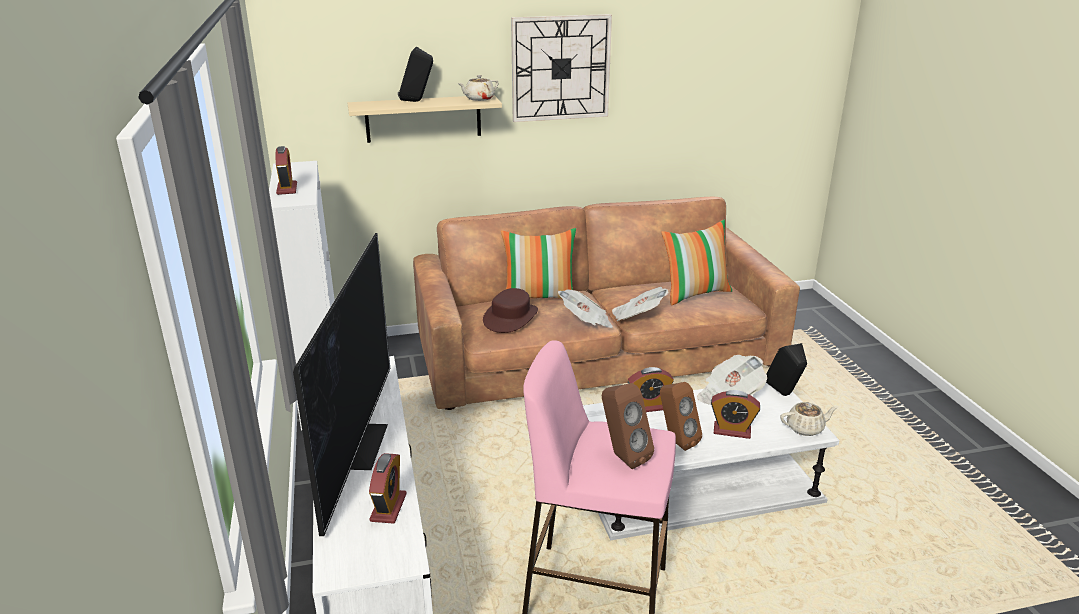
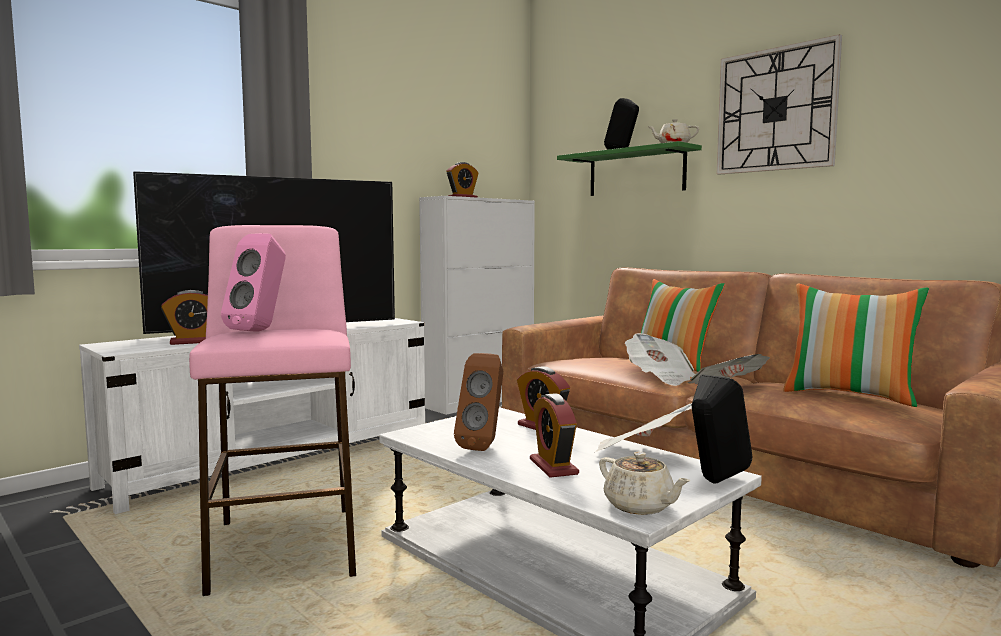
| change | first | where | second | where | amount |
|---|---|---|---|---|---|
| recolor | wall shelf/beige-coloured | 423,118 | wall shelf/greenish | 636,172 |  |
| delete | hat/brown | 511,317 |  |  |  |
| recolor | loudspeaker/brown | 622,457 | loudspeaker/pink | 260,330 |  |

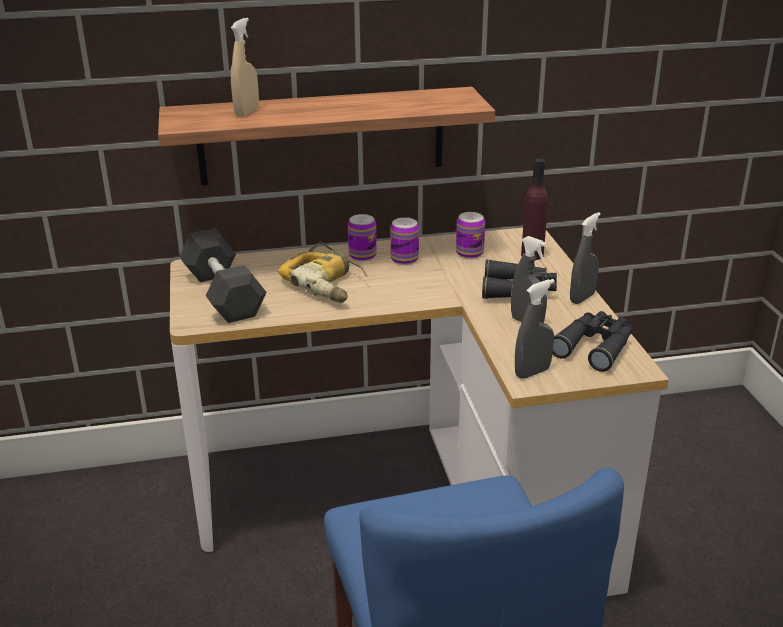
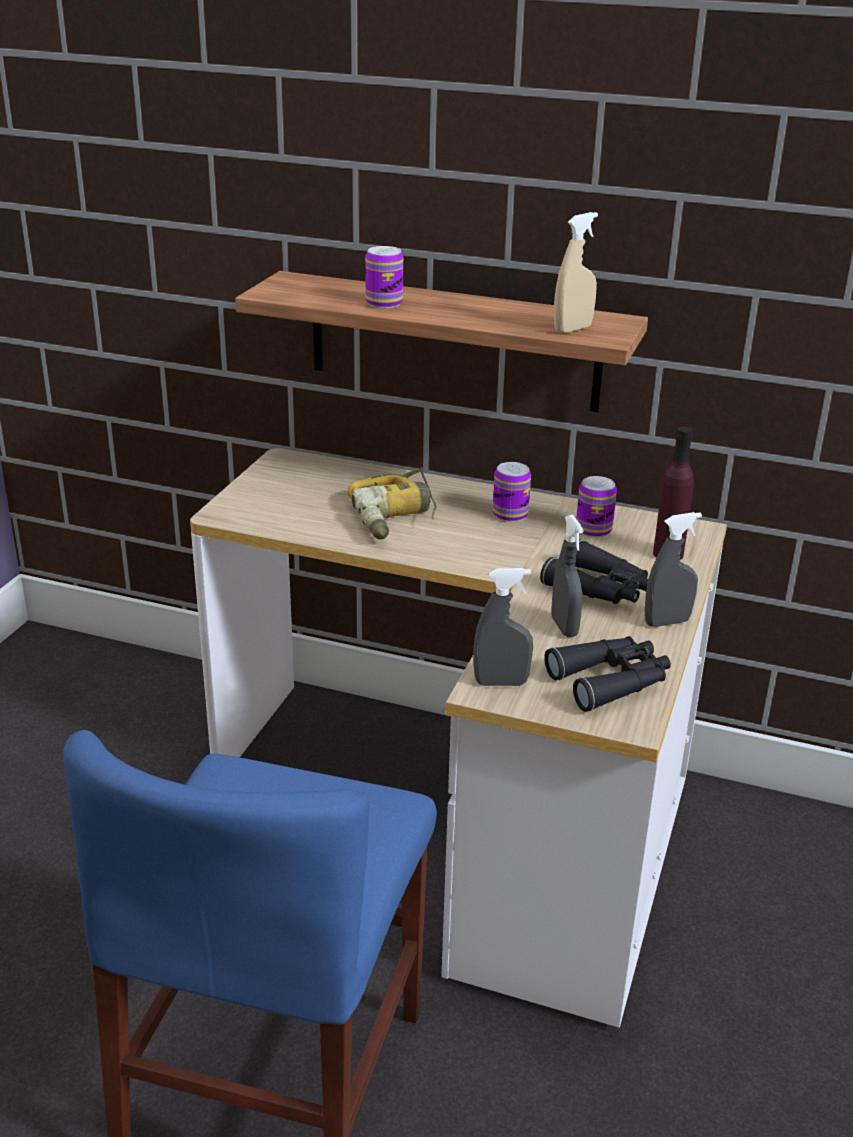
| change | first | where | second | where | amount |
|---|---|---|---|---|---|
| delete | hand weight/grey | 223,294 |  |  |  |
| move | sprayer/beige-coloured | 247,112 |  | 572,329 |  |
| move | metal can | 362,255 |  | 384,303 |  |

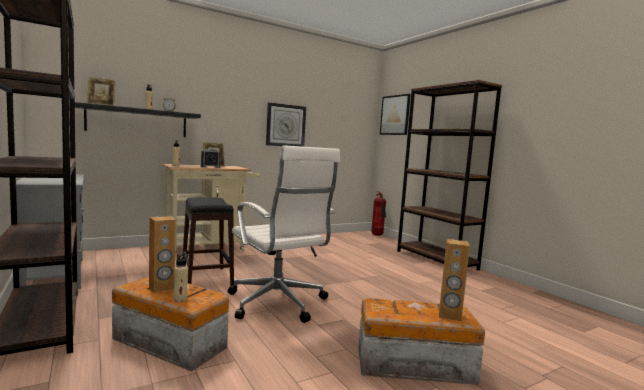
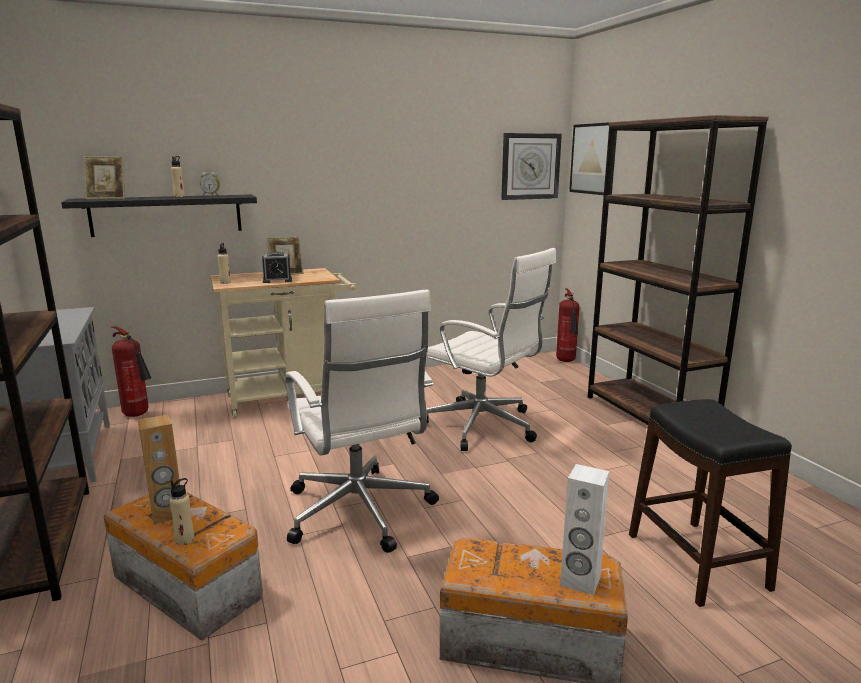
| change | first | where | second | where | amount |
|---|---|---|---|---|---|
| move | stool/blackish | 206,279 |  | 696,561 |  |
| move | wall clock | 285,125 |  | 530,166 |  |
| recolor | loudspeaker/brown | 449,315 | loudspeaker/white-coloured | 580,581 |  |
| insert |  |  | extinguisher | 138,415 |  |
| insert |  |  | desk chair/white-coloured | 484,427 |  |

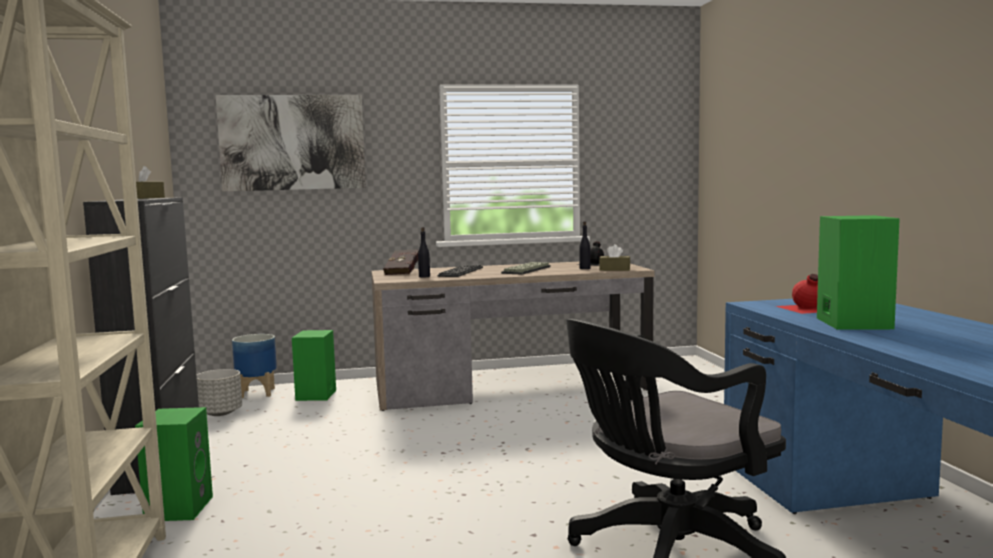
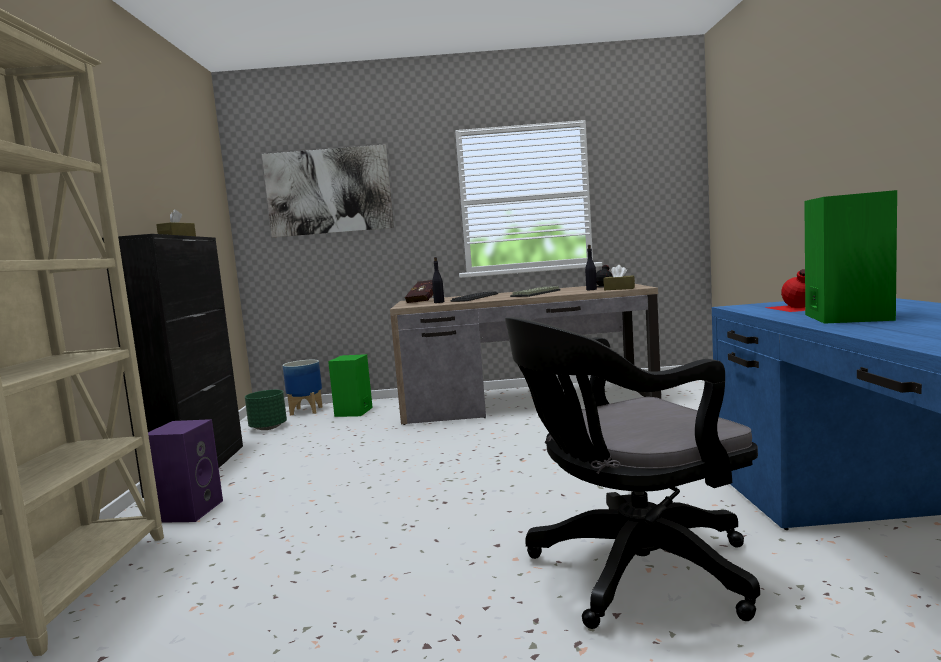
| change | first | where | second | where | amount |
|---|---|---|---|---|---|
| recolor | loudspeaker/greenish | 178,508 | loudspeaker/purple | 189,510 |  |
| recolor | plant pot/grey | 220,413 | plant pot/greenish | 268,428 |  |

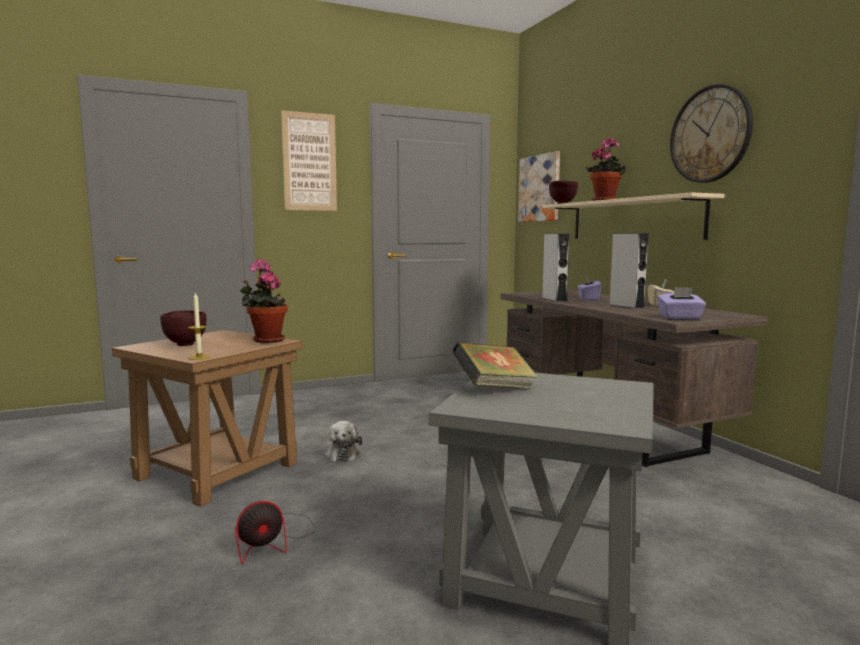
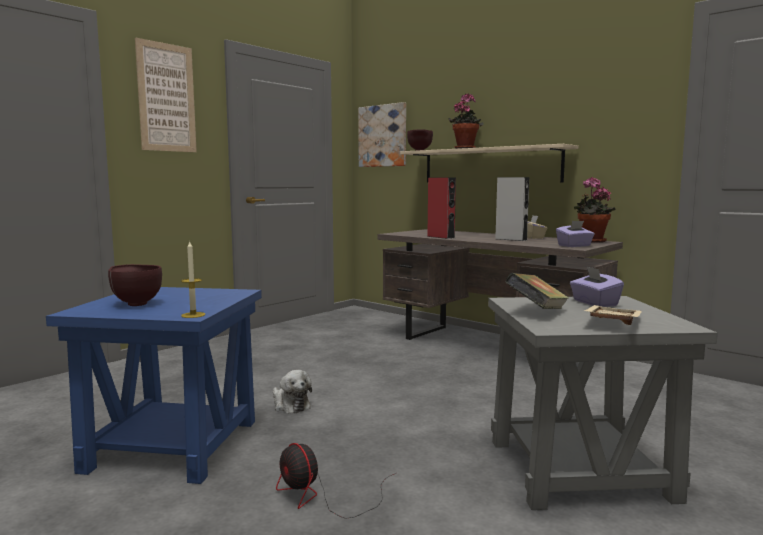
| change | first | where | second | where | amount |
|---|---|---|---|---|---|
| recolor | side table/brown | 217,470 | side table/bluish | 173,444 |  |
| rotate | cooling fan | 273,541 |  | 322,497 | 105 degrees clockwise |
| move | potted plant | 266,340 |  | 591,241 |  |
| recolor | loudspeaker/grey | 554,299 | loudspeaker/reddish | 440,237 |  |
| move | box of tissues/purple | 588,299 |  | 594,303 |  |
| delete | wall clock | 710,134 |  |  |  |
| insert |  |  | carrying tray/beige-coloured | 611,322 |  |

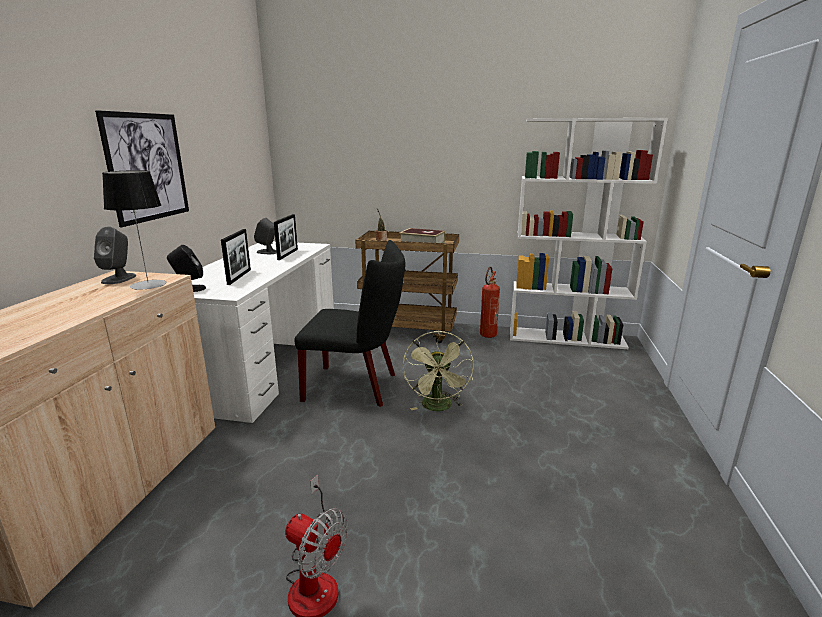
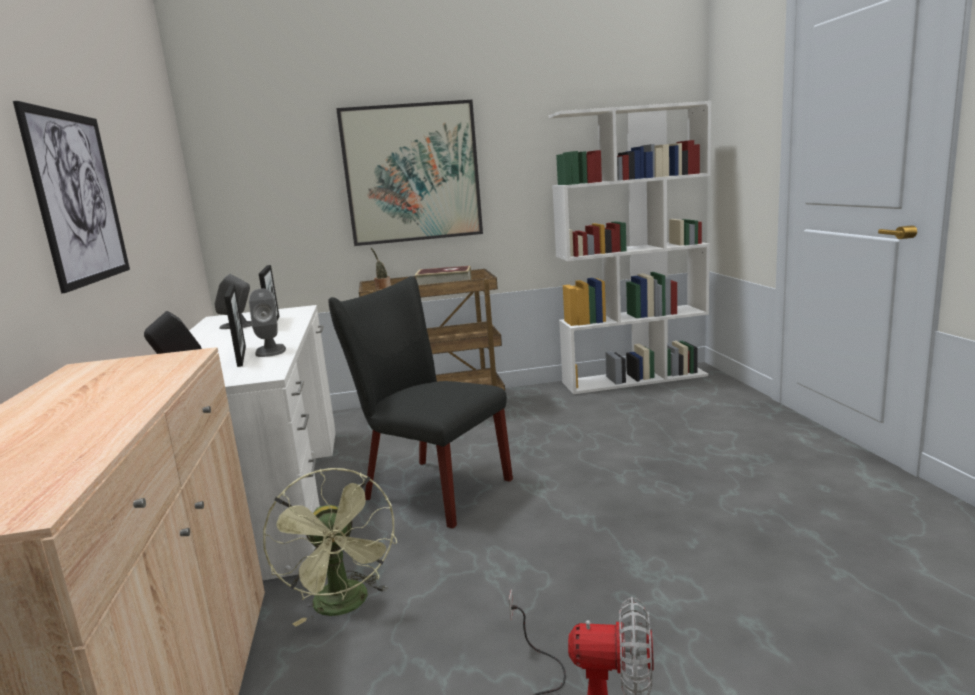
| change | first | where | second | where | amount |
|---|---|---|---|---|---|
| move | loudspeaker/grey | 119,279 |  | 270,351 |  |
| delete | lamp for a table | 148,285 |  |  |  |
| rotate | upright chair/blackish | 357,386 |  | 429,488 | 135 degrees counterclockwise |
| move | cooling fan/greenish | 438,407 |  | 345,606 |  |
| delete | extinguisher | 487,336 |  |  |  |
| insert |  |  | wall picture | 412,173 |  |

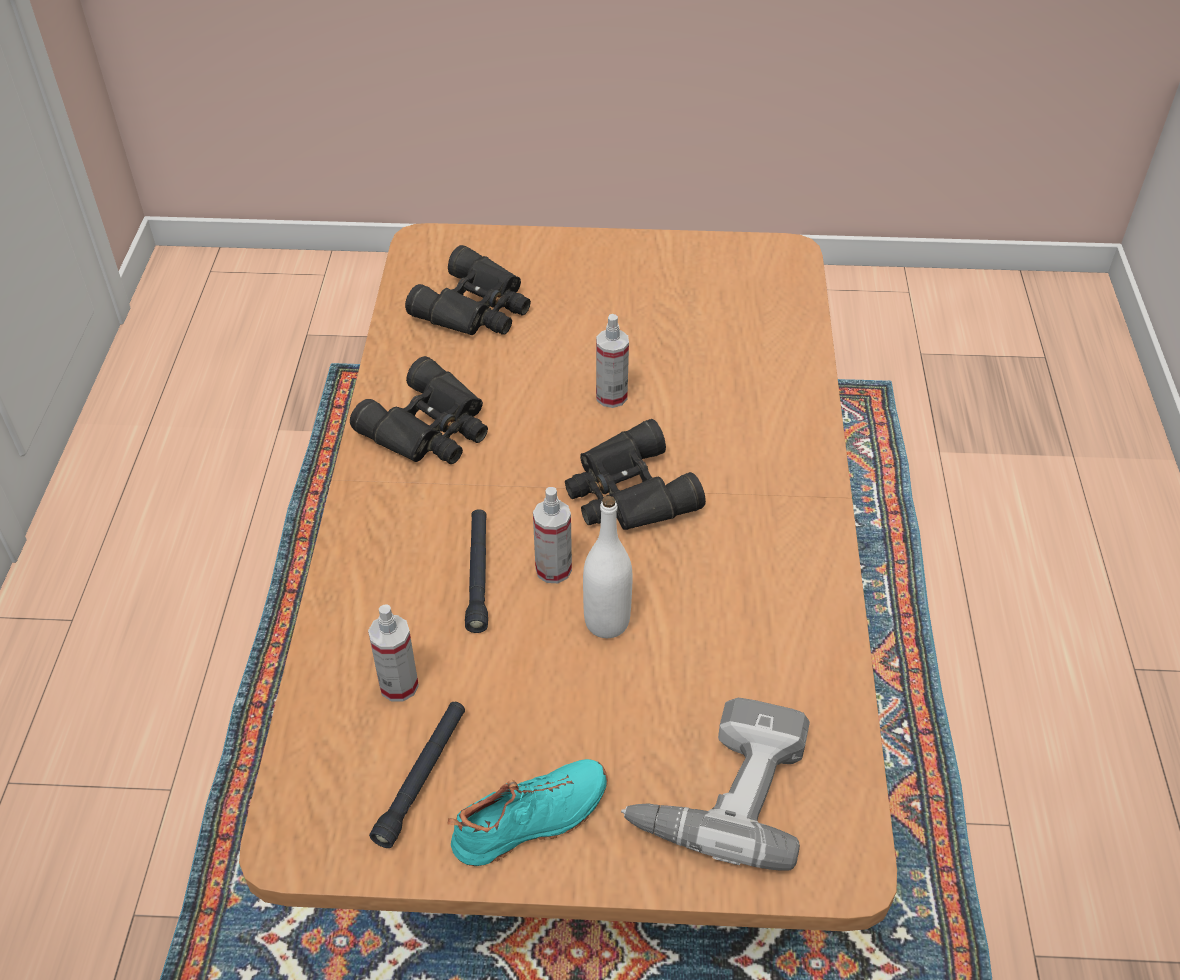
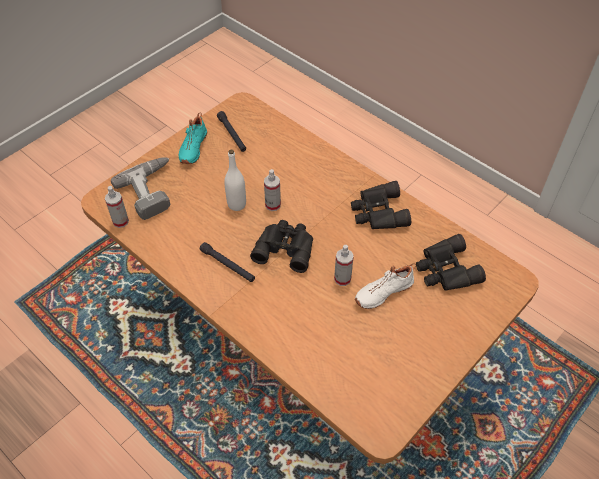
| change | first | where | second | where | amount |
|---|---|---|---|---|---|
| move | sprayer | 399,685 |  | 120,221 |  |
| move | hand torch/blackish | 478,574 |  | 228,265 |  |
| insert |  |  | low shoe/white-coloured | 383,291 |  |

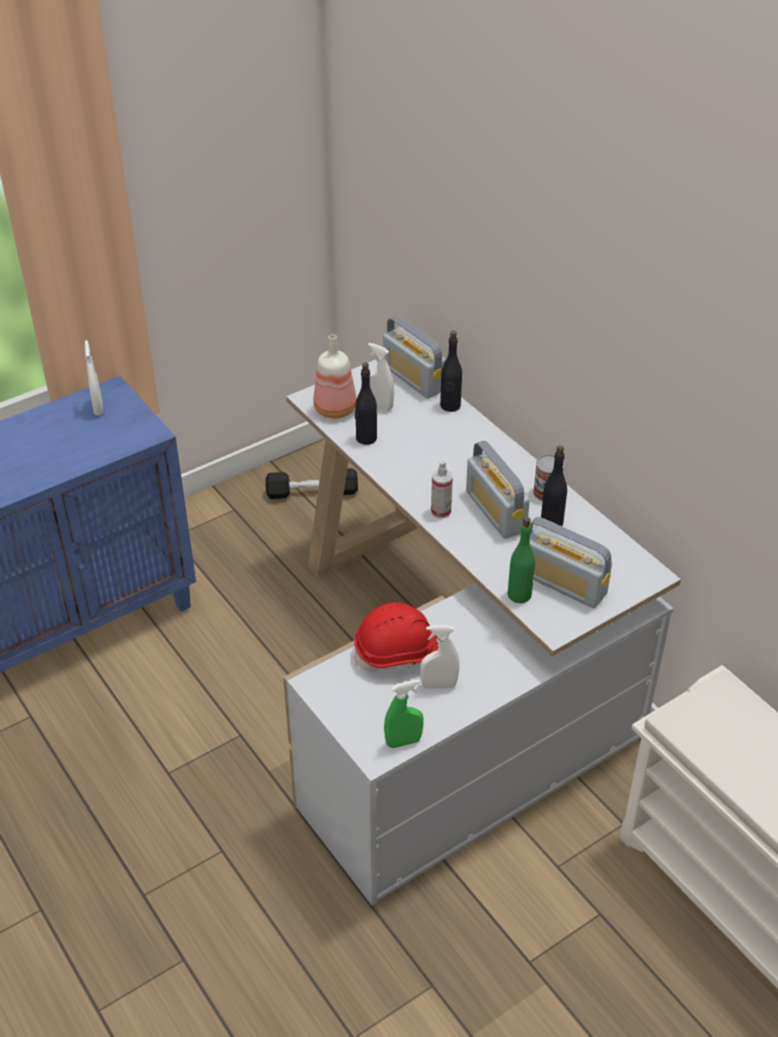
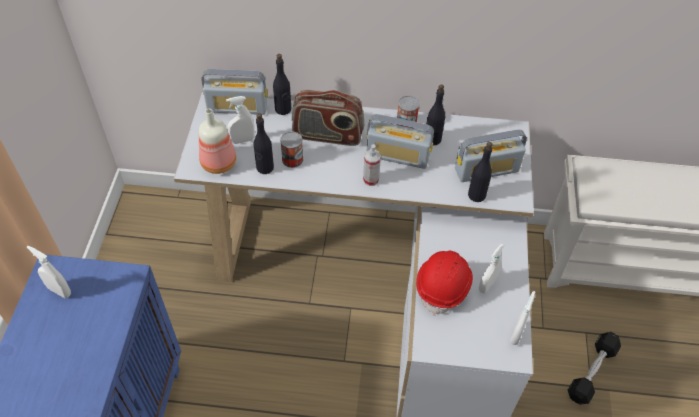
| change | first | where | second | where | amount |
|---|---|---|---|---|---|
| move | hand weight/blackish | 312,492 |  | 592,372 |  |
| recolor | sprayer/greenish | 403,742 | sprayer/white-coloured | 516,334 |  |
| recolor | beverage bottle/greenish | 519,594 | beverage bottle/blackish | 476,195 |  |
| insert |  |  | metal can | 292,159 |  |
| insert |  |  | radio | 327,135 |  |

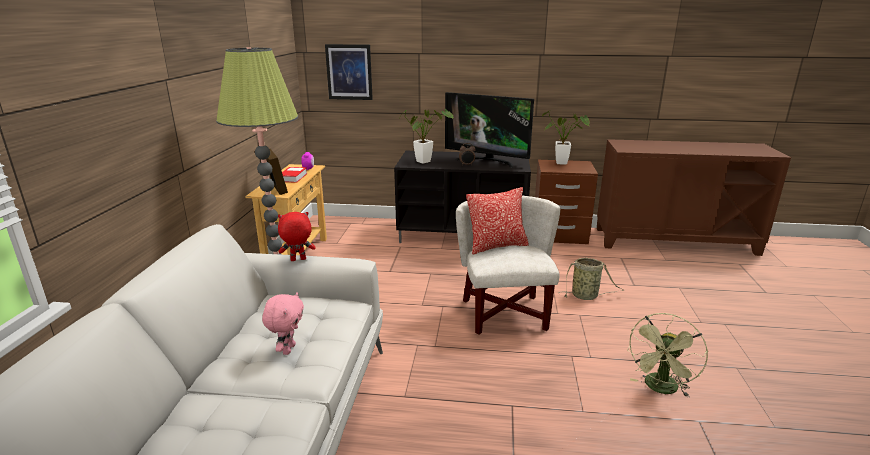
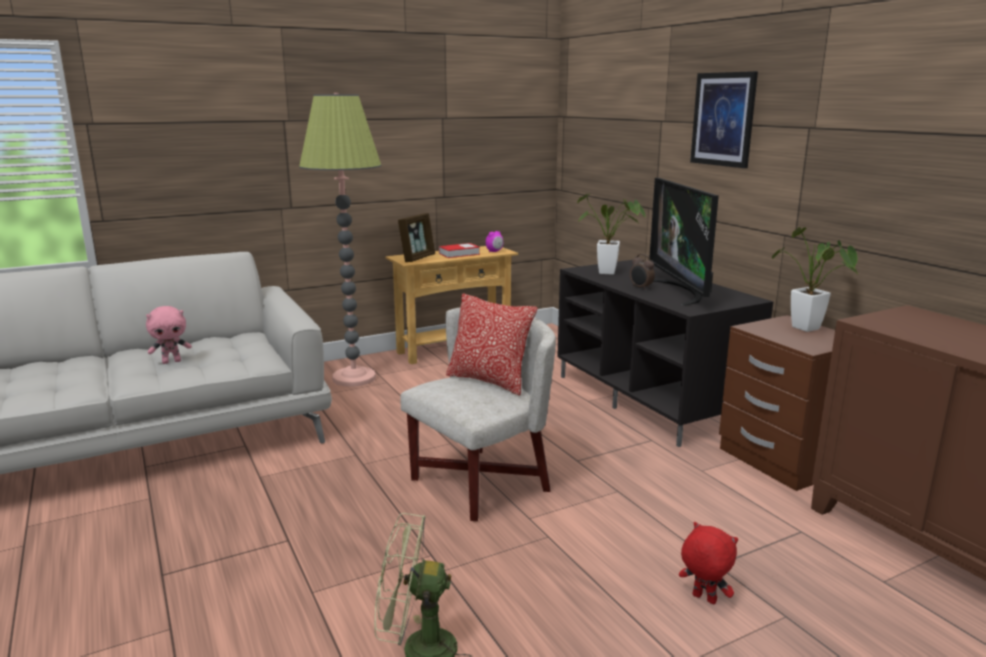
| change | first | where | second | where | amount |
|---|---|---|---|---|---|
| move | soft toy/reddish | 298,260 |  | 703,599 |  |
| move | wall picture | 349,72 |  | 723,119 |  |
| delete | household basket | 586,296 |  |  |  |

